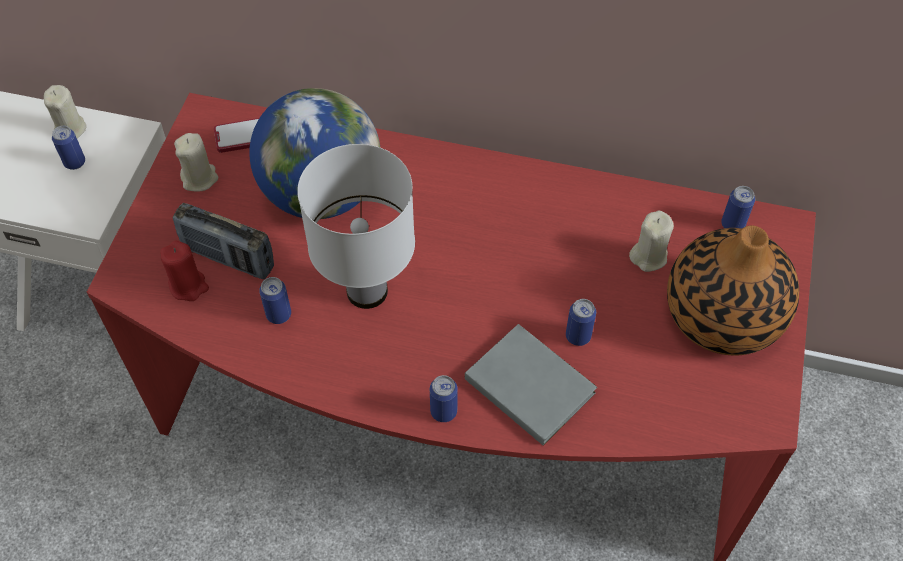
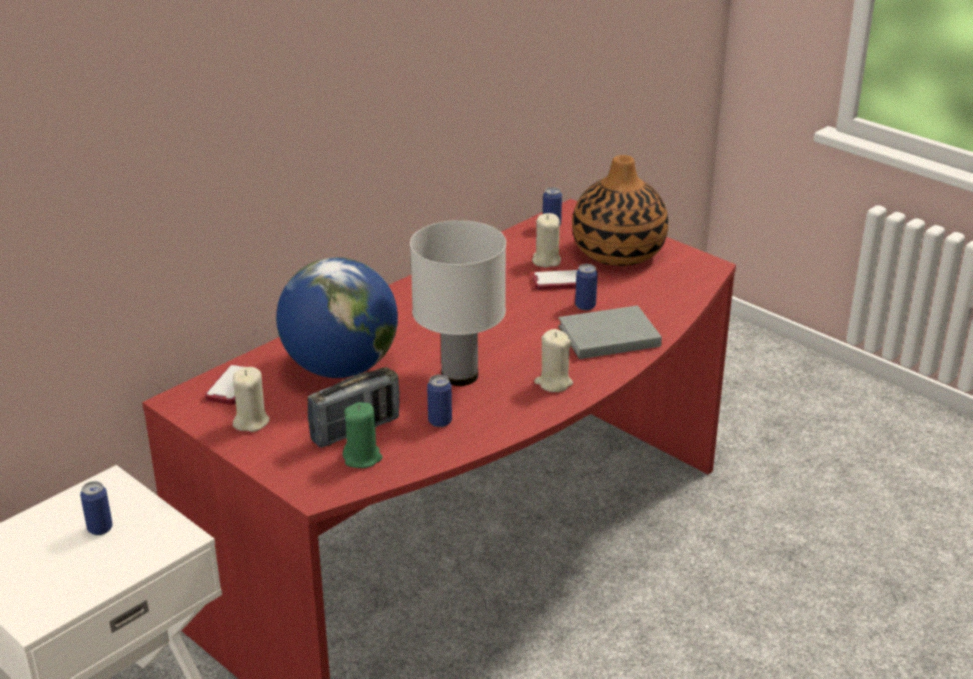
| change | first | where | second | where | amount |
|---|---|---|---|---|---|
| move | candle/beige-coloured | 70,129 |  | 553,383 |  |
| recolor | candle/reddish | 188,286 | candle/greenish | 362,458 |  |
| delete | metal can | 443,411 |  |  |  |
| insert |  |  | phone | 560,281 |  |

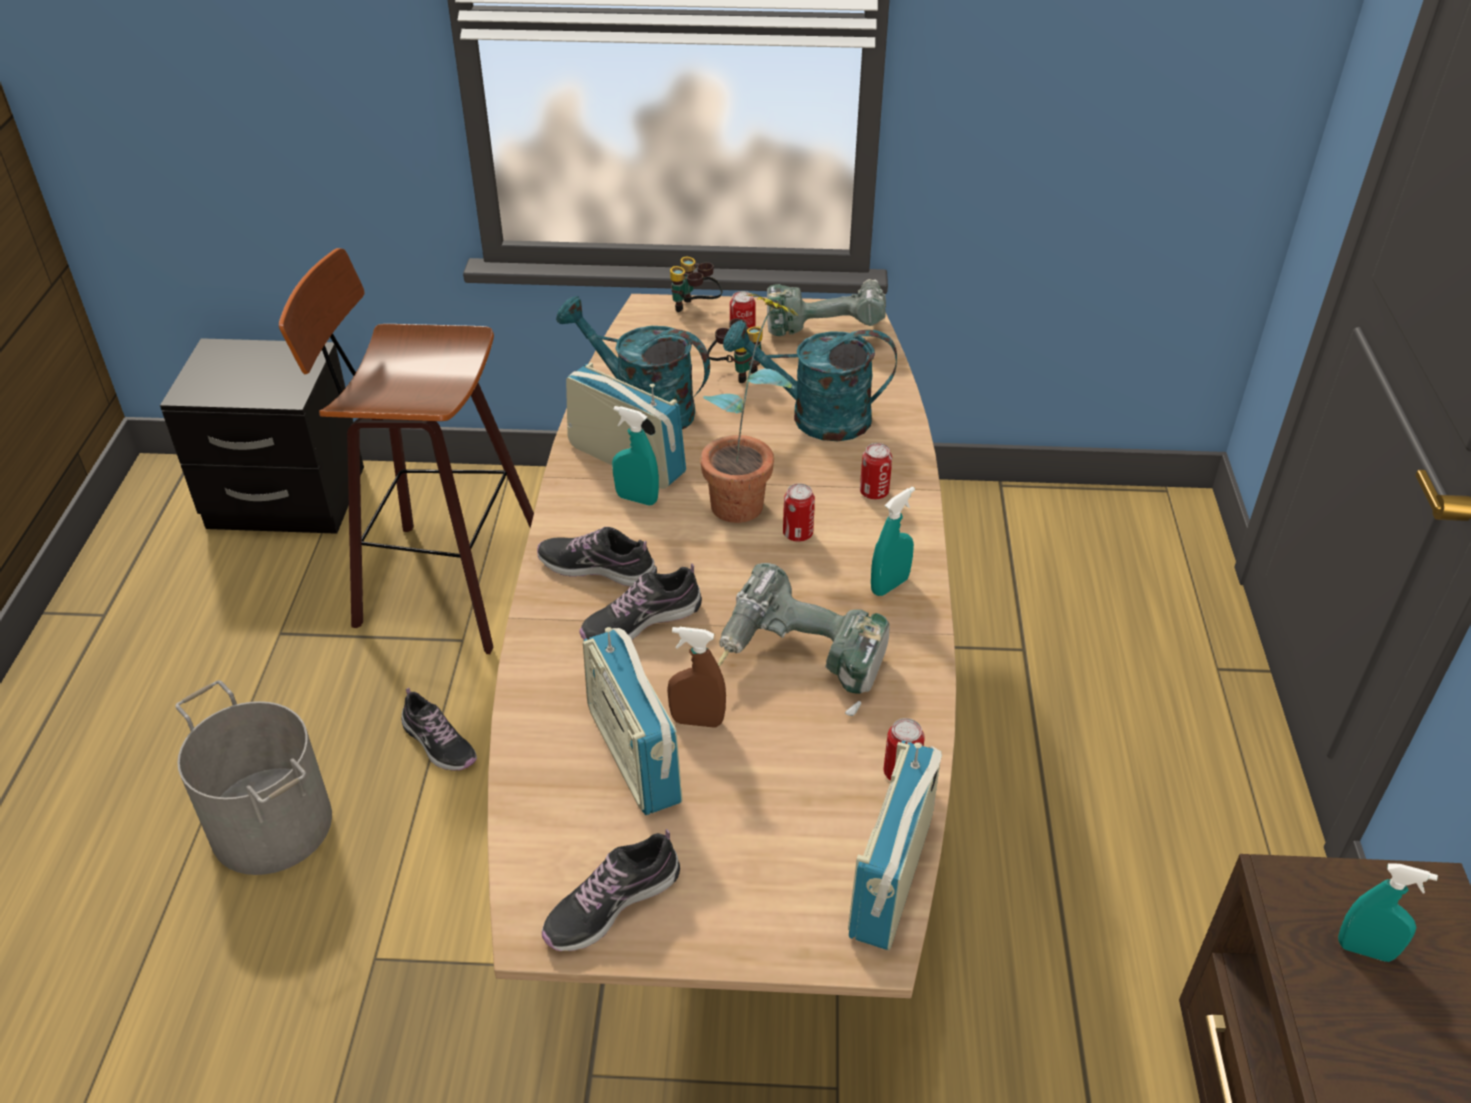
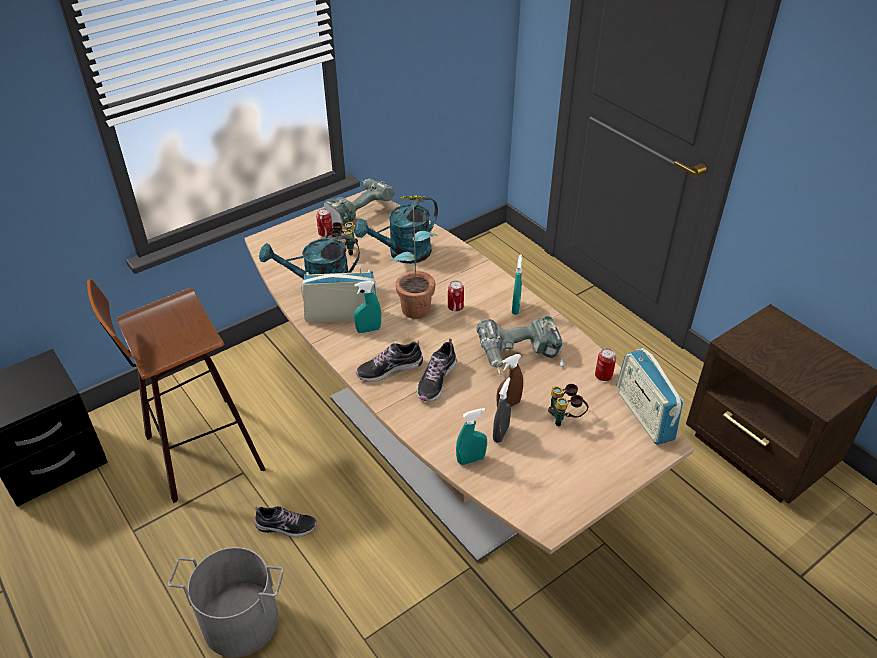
| change | first | where | second | where | amount |
|---|---|---|---|---|---|
| delete | low shoe | 611,904 |  |  |  |
| replace | radio | 634,755 | sprayer/grey | 501,434 |  |
| move | field glasses | 695,310 |  | 565,418 |  |
| delete | metal can | 874,492 |  |  |  |
| move | sprayer/blue-green | 1365,950 |  | 471,459 |  |

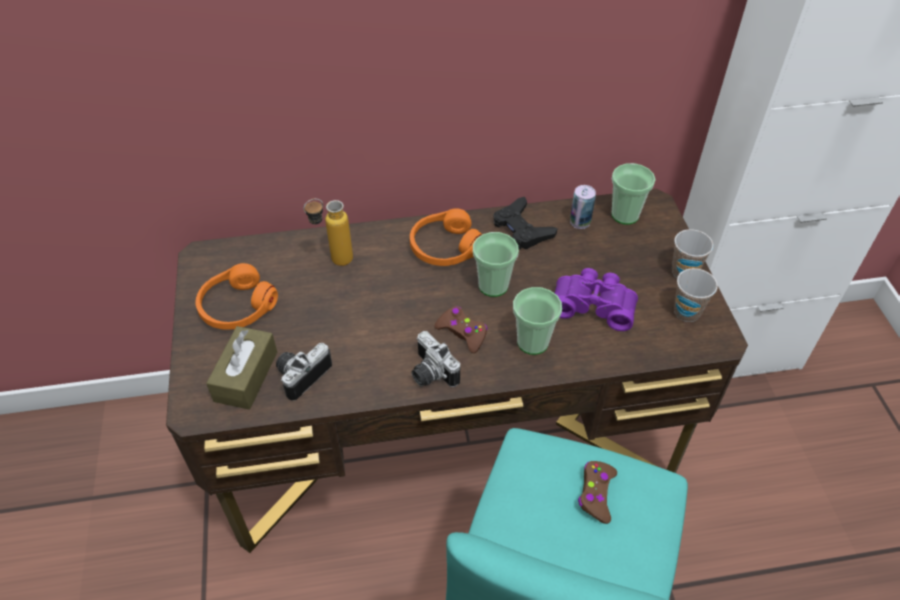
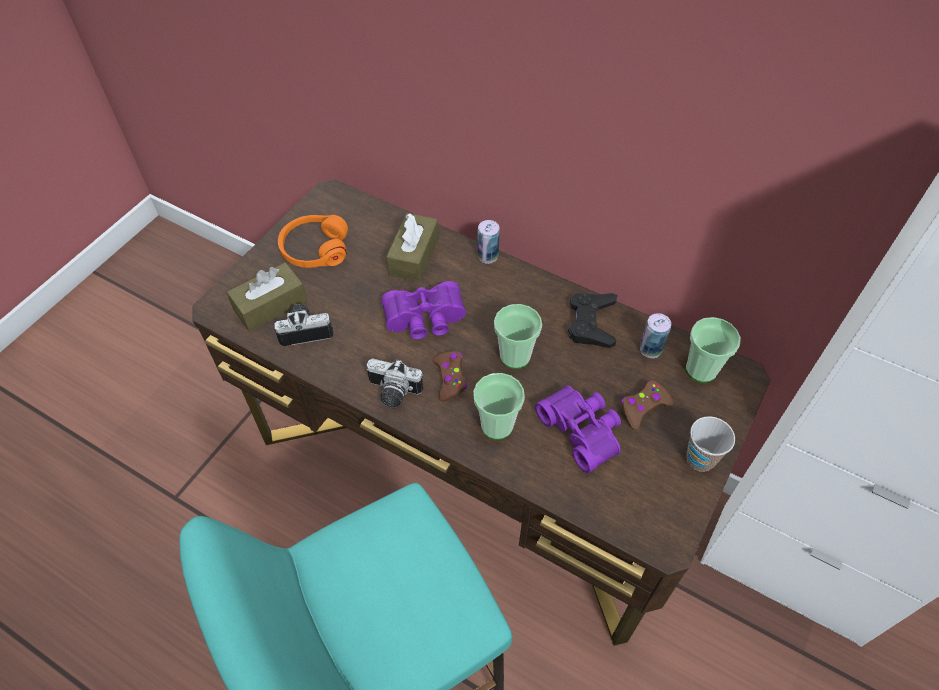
| change | first | where | second | where | amount |
|---|---|---|---|---|---|
| replace | beverage bottle | 333,261 | box of tissues/brown | 414,256 |  |
| delete | headset/orangey | 445,247 |  |  |  |
| rotate | still camera | 430,373 |  | 392,393 | 75 degrees counterclockwise |
| move | game controller/brown | 596,494 |  | 643,407 |  |
| delete | small cup | 687,312 |  |  |  |
| insert |  |  | field glasses/purple | 425,320 |  |
| insert |  |  | metal can | 487,256 |  |

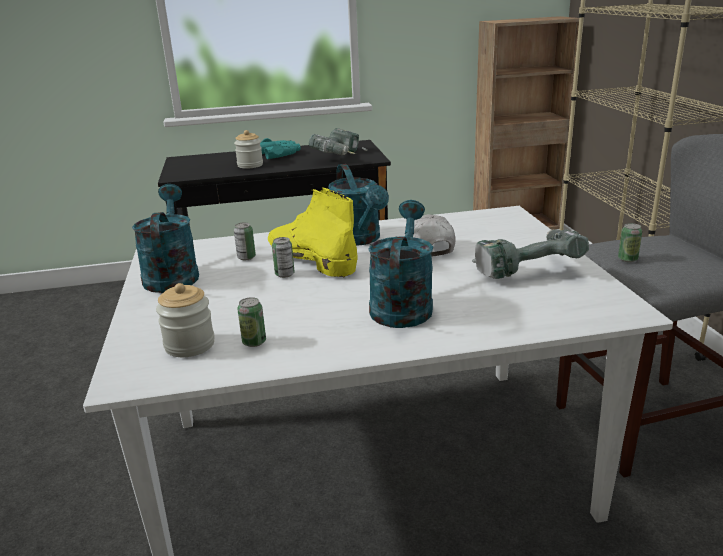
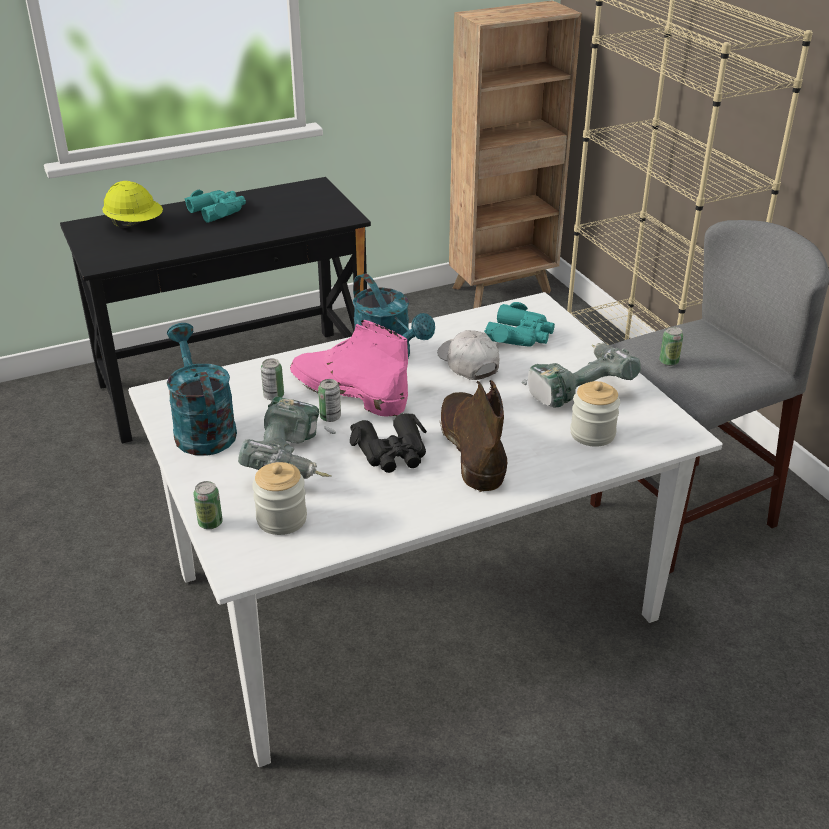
| change | first | where | second | where | amount |
|---|---|---|---|---|---|
| move | storage jar | 250,165 |  | 592,434 |  |
| move | metal can | 254,342 |  | 210,523 |  |
| recolor | boot/yellow | 310,258 | boot/pink | 347,391 |  |
| move | power drill | 341,157 |  | 294,462 |  |
| replace | sprinkling can/blue-green | 402,304 | boot/brown | 471,446 |  |
| insert |  |  | safety helmet/yellow | 135,225 |  |
| insert |  |  | field glasses/blackish | 392,452 |  |
| insert |  |  | field glasses/blue-green | 520,335 |  |

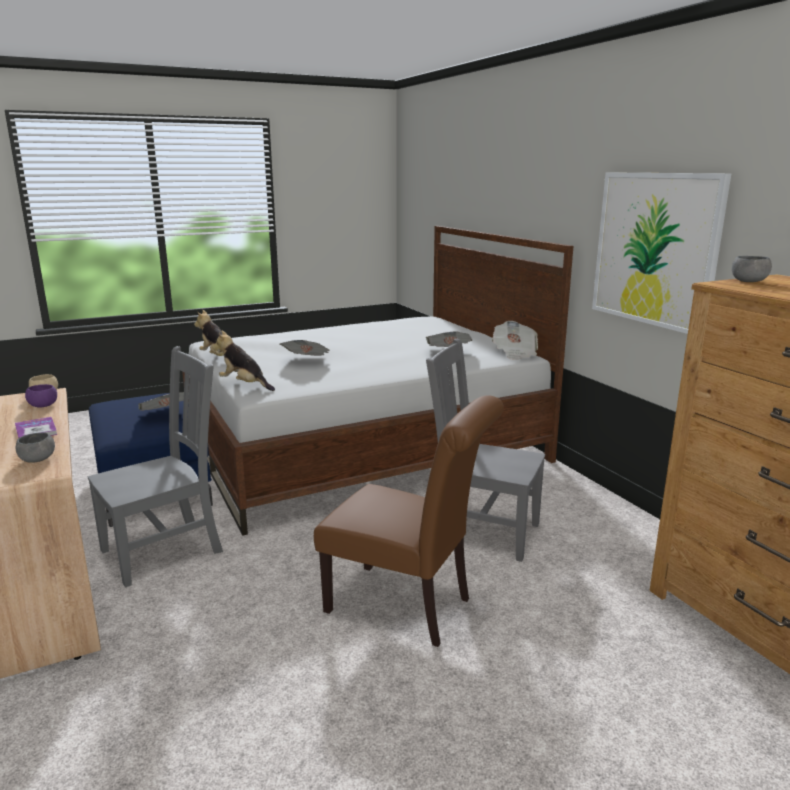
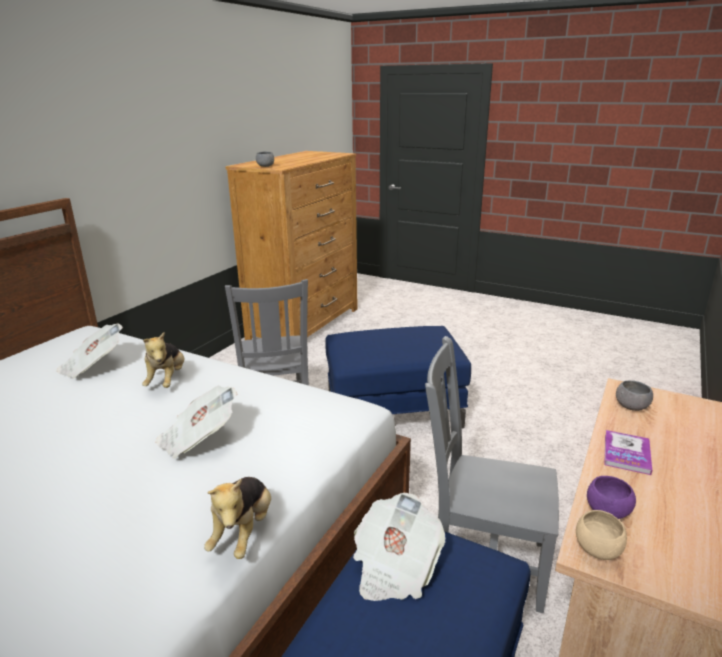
| change | first | where | second | where | amount |
|---|---|---|---|---|---|
| move | soft toy | 244,385 |  | 167,380 |  |
| replace | upright chair/brown | 407,607 | ottoman/bluish | 393,409 |  |
| delete | printed paper | 514,353 |  |  |  |
| delete | wall picture | 655,249 |  |  |  |

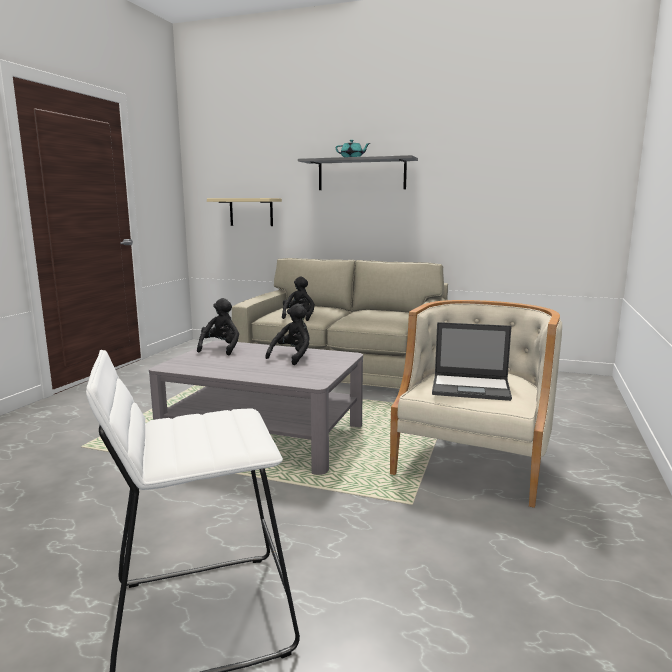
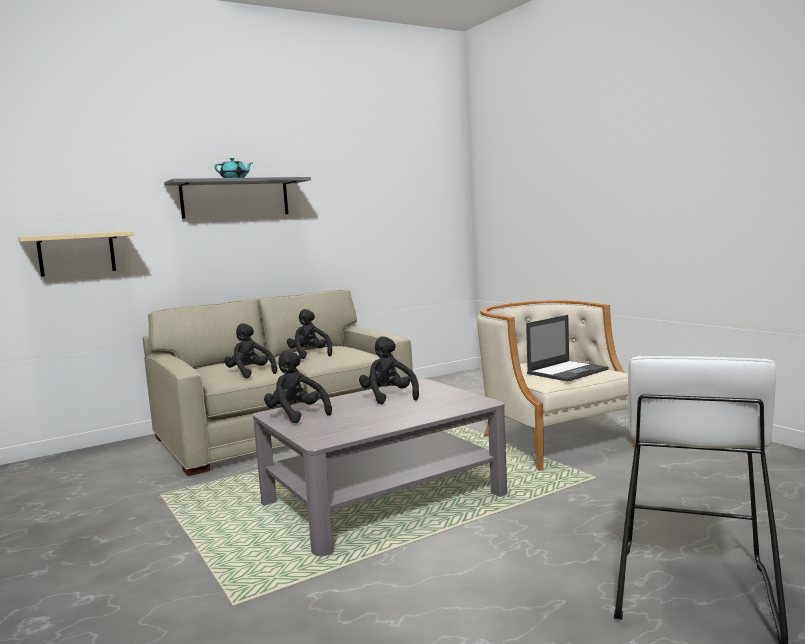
| change | first | where | second | where | amount |
|---|---|---|---|---|---|
| insert |  |  | soft toy/blackish | 309,355 |  |

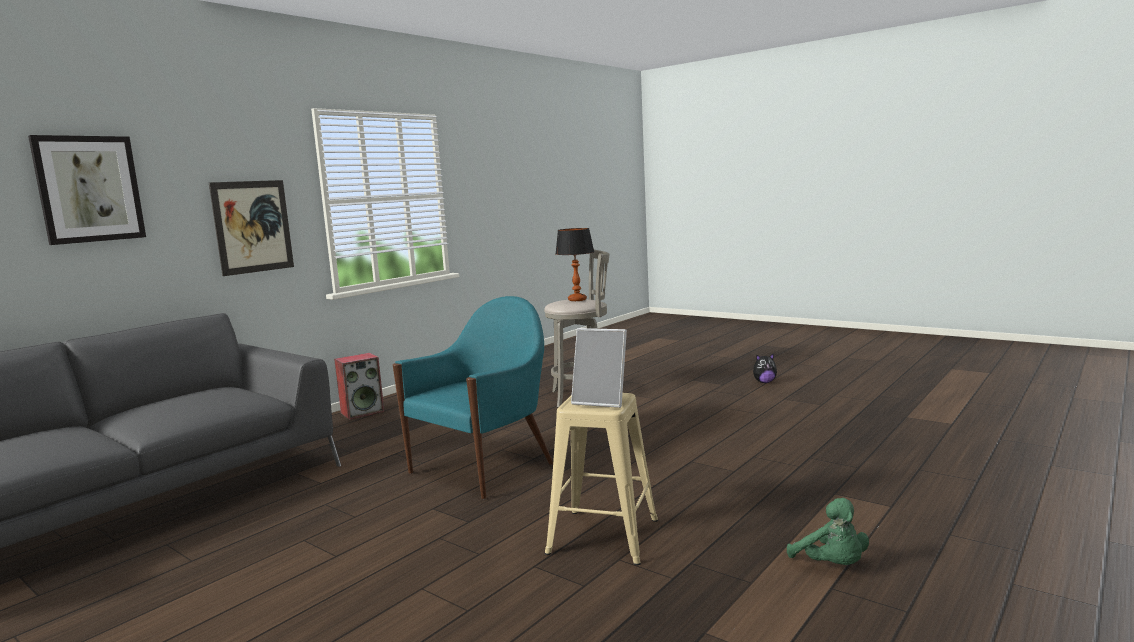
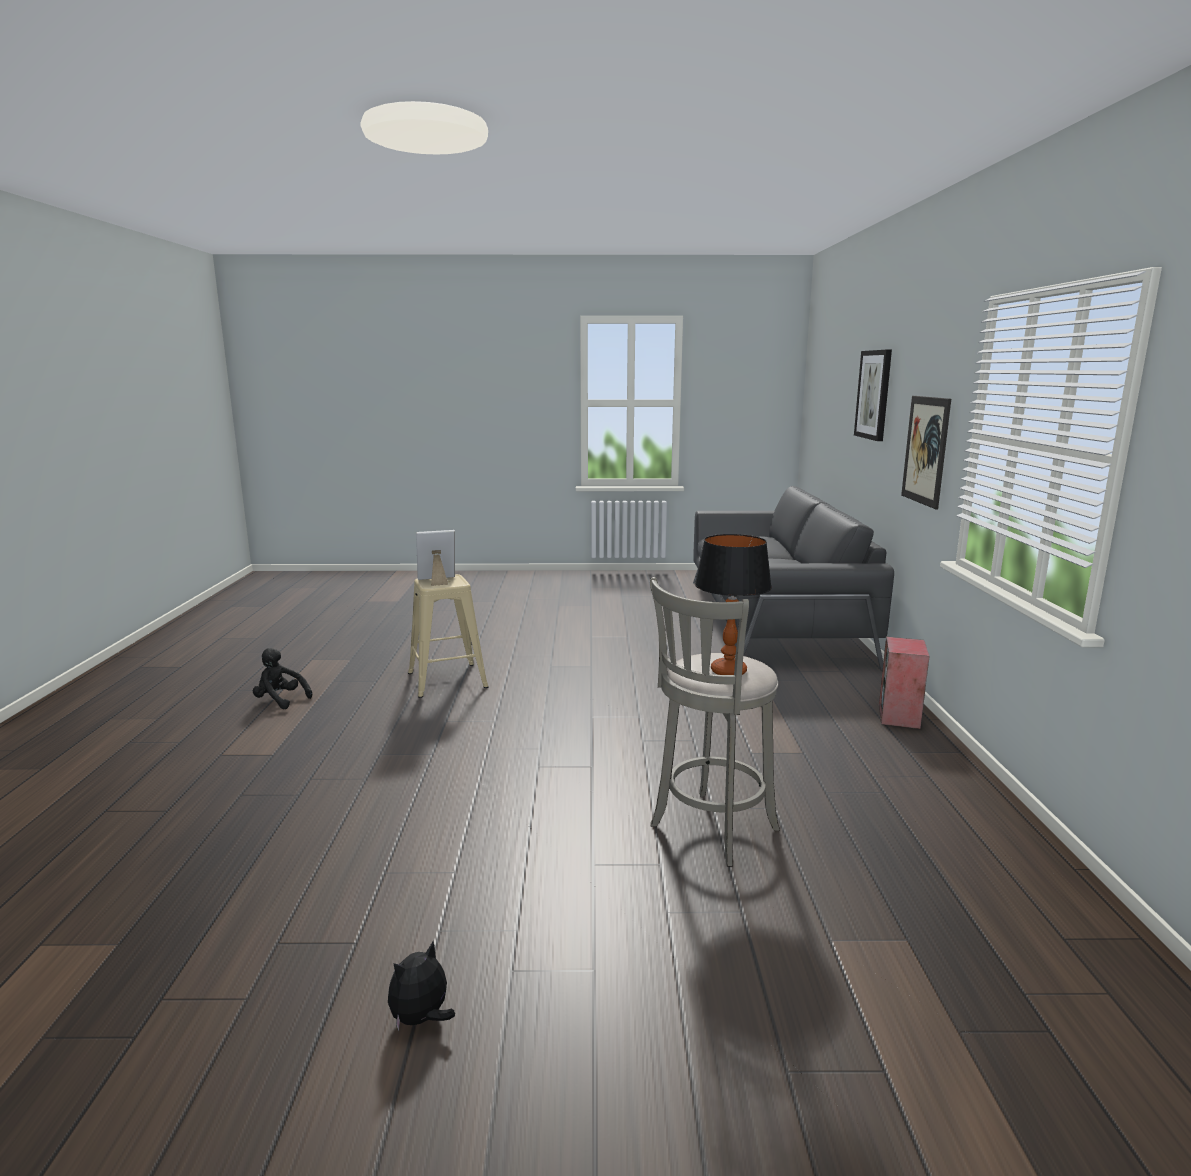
| change | first | where | second | where | amount |
|---|---|---|---|---|---|
| delete | easy chair/blue-green | 483,468 |  |  |  |
| recolor | soft toy/greenish | 832,565 | soft toy/blackish | 280,700 |  |

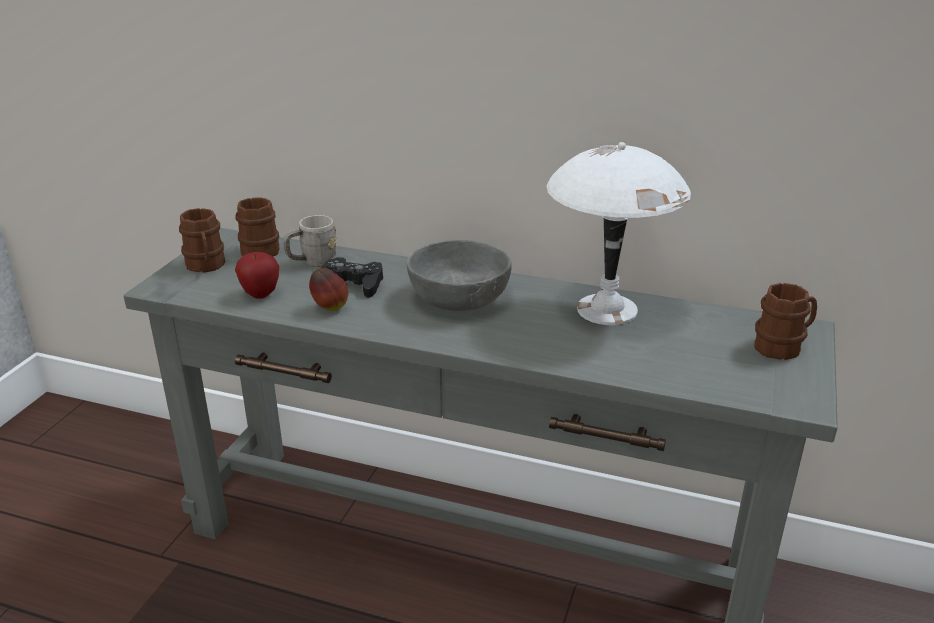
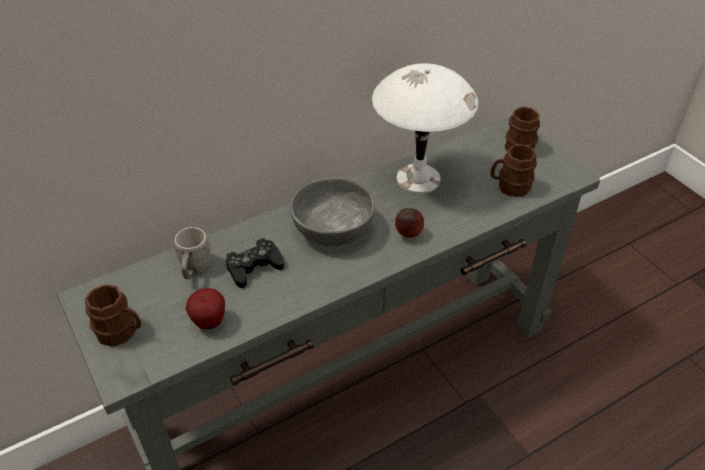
| change | first | where | second | where | amount |
|---|---|---|---|---|---|
| move | tea mug/brown | 257,249 |  | 509,187 |  |
| move | apple fruit | 330,308 |  | 408,235 |  |

